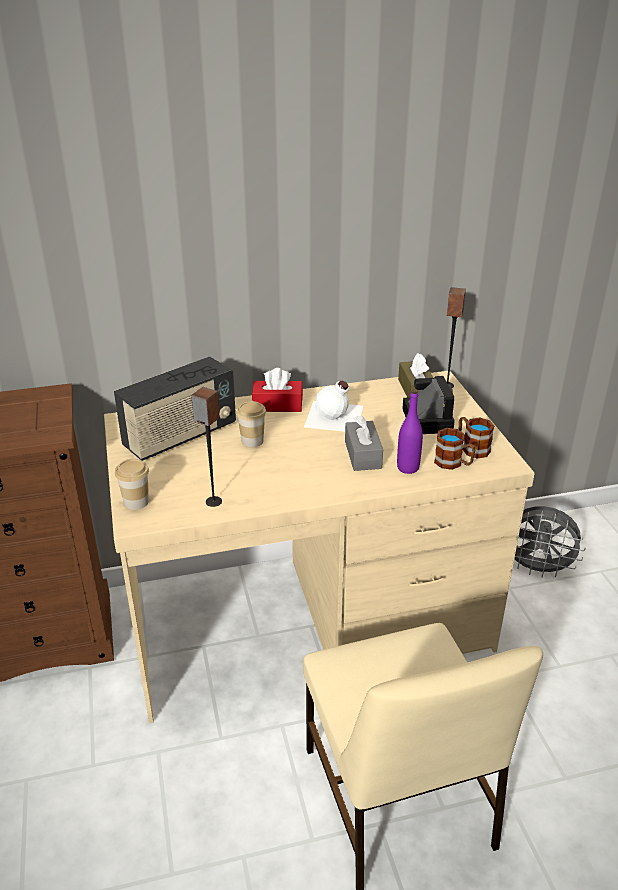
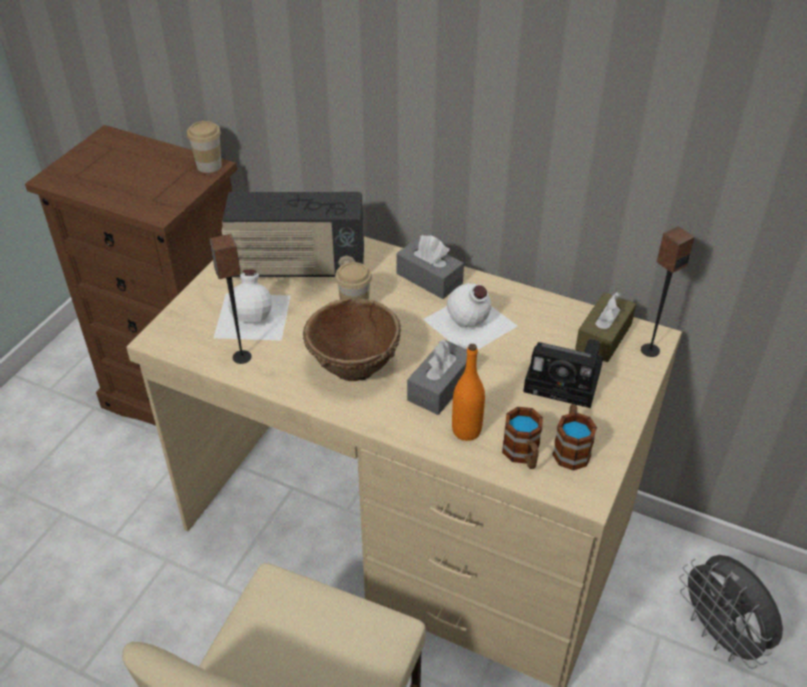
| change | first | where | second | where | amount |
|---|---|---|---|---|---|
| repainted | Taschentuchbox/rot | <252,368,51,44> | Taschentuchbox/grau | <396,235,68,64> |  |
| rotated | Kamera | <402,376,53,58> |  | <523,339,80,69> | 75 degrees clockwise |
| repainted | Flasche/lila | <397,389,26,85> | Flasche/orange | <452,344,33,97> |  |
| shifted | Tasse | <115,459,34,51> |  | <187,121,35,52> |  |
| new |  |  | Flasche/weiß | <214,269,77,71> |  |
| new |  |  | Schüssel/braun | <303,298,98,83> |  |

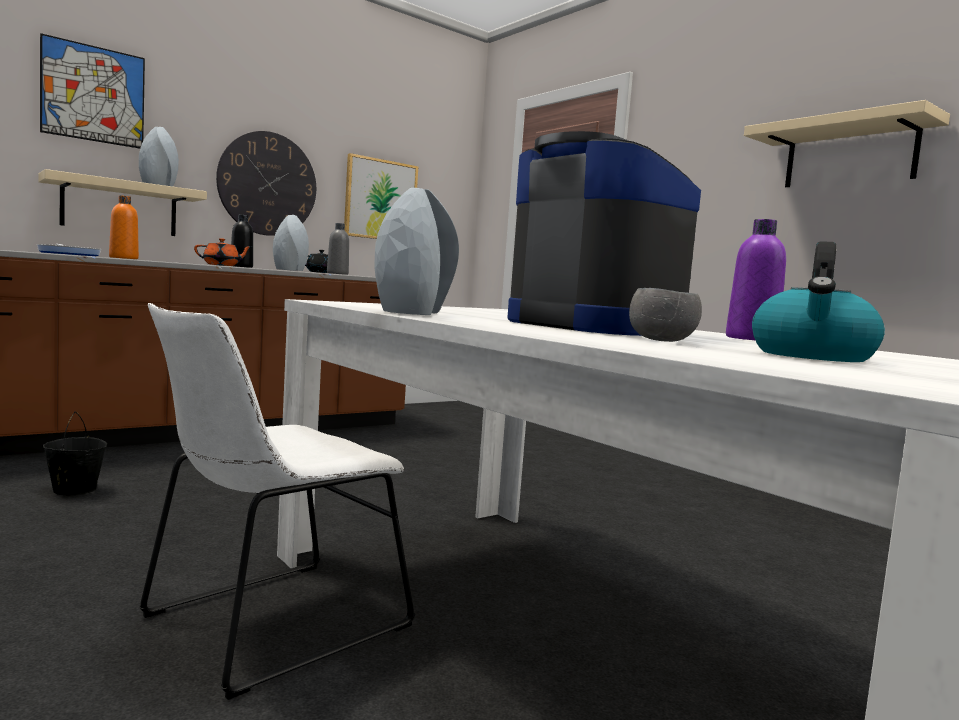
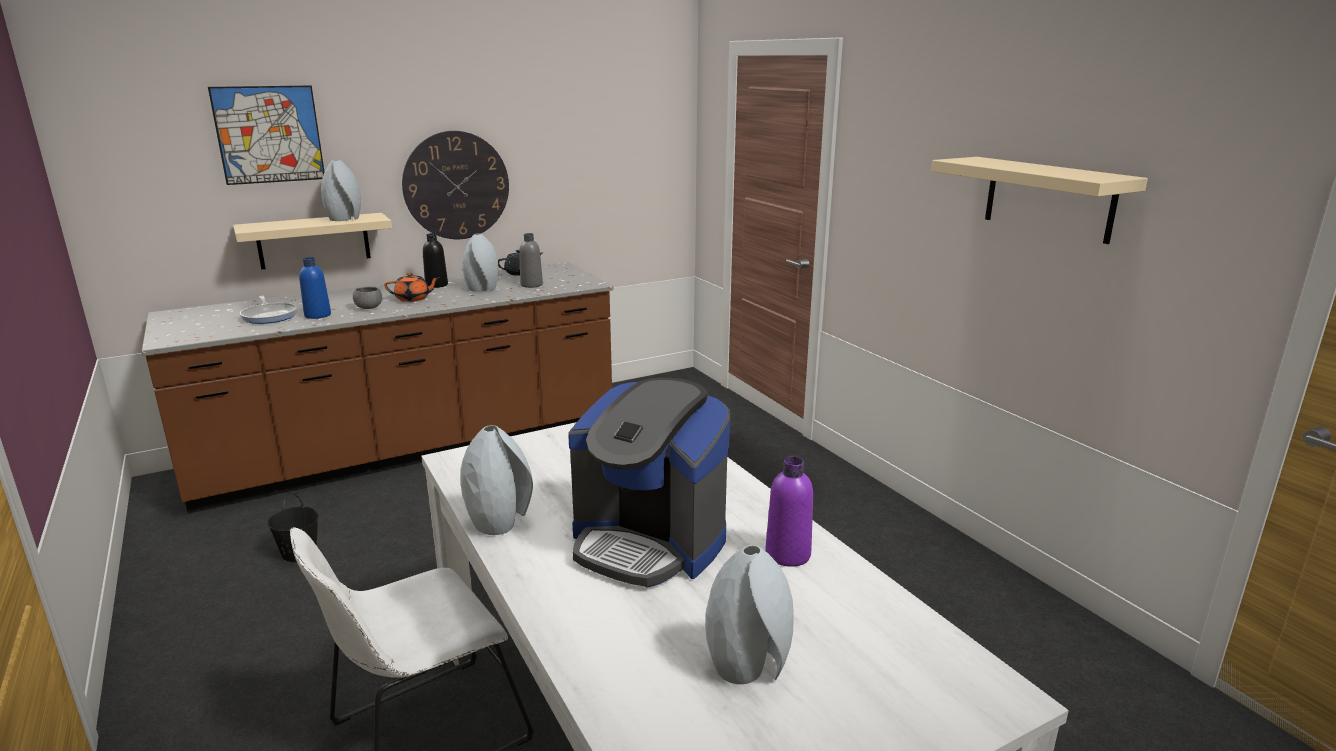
| change | first | where | second | where | amount |
|---|---|---|---|---|---|
| rotated | Kaffeemaschine | <508,131,193,205> |  | <568,378,162,210> | 150 degrees clockwise |
| gone | Bild | <344,153,74,86> |  |  |  |
| repainted | Flasche/orange | <109,195,30,64> | Flasche/blau | <299,257,32,62> |  |
| swapped | Wasserkessel | <752,241,133,121> | Vase/grau | <705,545,89,139> |  |
| shifted | Schüssel/grau | <629,288,73,54> |  | <353,287,29,22> |  |

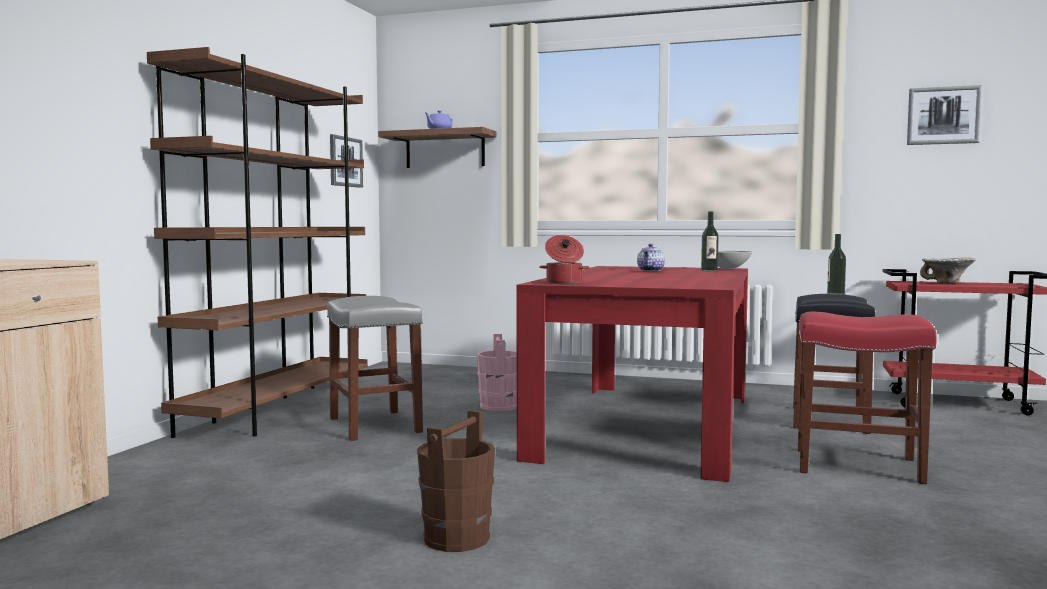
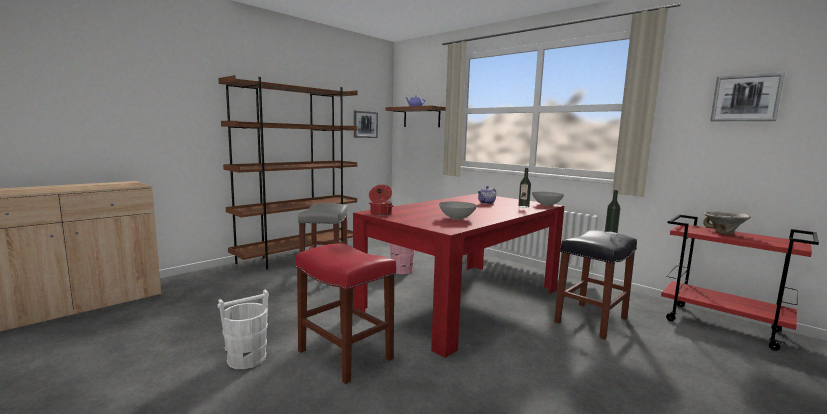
| change | first | where | second | where | amount |
|---|---|---|---|---|---|
| shifted | Hocker/rot | <798,312,139,172> |  | <295,243,101,141> |  |
| repainted | Eimer/braun | <417,410,78,142> | Eimer/weiß | <218,290,51,79> |  |
| new |  |  | Schüssel/grau | <439,201,38,19> |  |

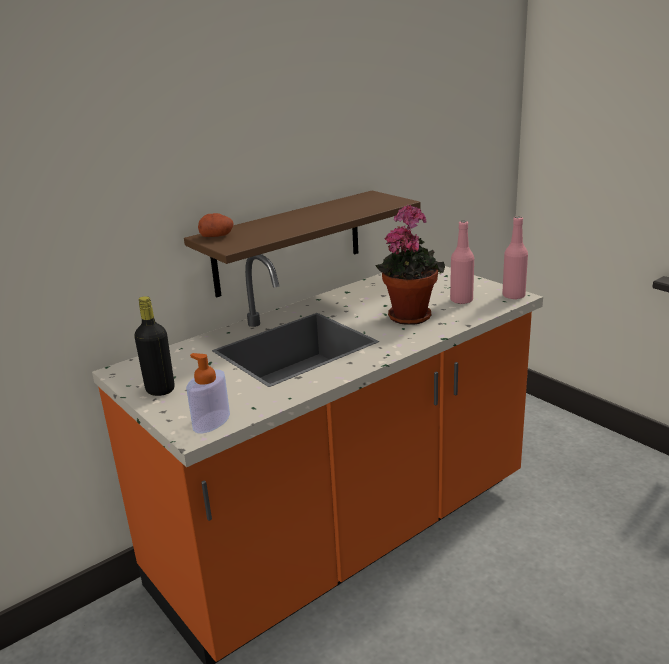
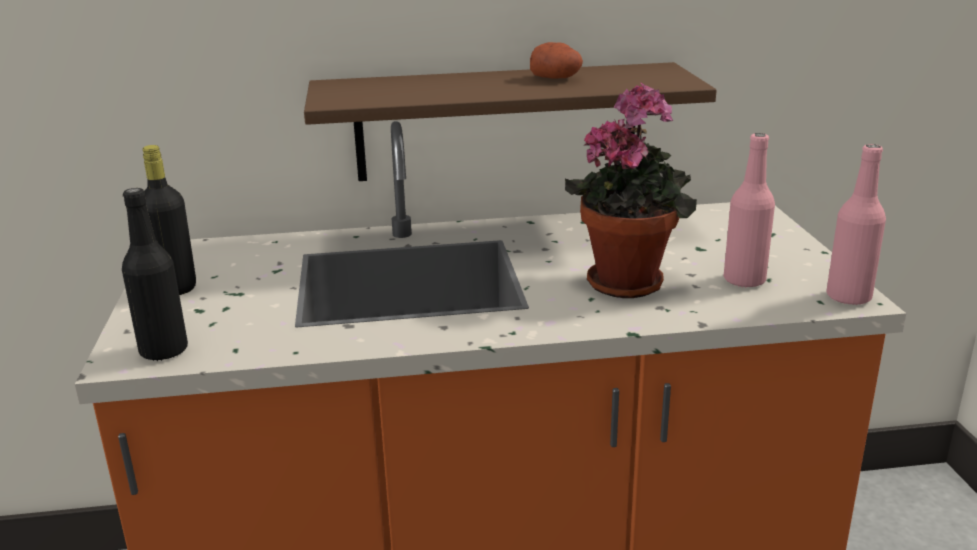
| change | first | where | second | where | amount |
|---|---|---|---|---|---|
| shifted | Kartoffel | <198,213,36,24> |  | <530,42,53,37> |  |
| swapped | Seifenspender | <186,353,44,80> | Flasche/schwarz | <122,188,66,173> |  |

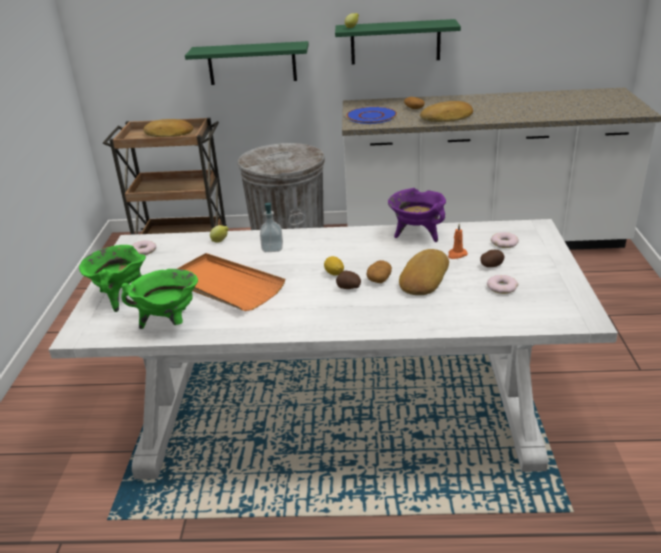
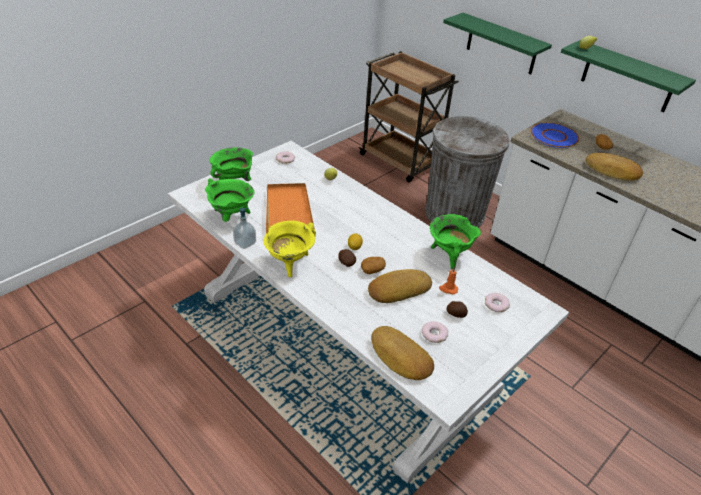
| change | first | where | second | where | amount |
|---|---|---|---|---|---|
| shifted | Brot | <144,119,49,18> |  | <371,326,63,54> |  |
| repainted | Kochtopf/lila | <388,188,58,54> | Kochtopf/grün | <430,214,51,56> |  |
| shifted | Seifenspender | <260,203,23,49> |  | <233,208,23,41> |  |
| new |  |  | Kochtopf/gelb | <263,220,53,58> |  |

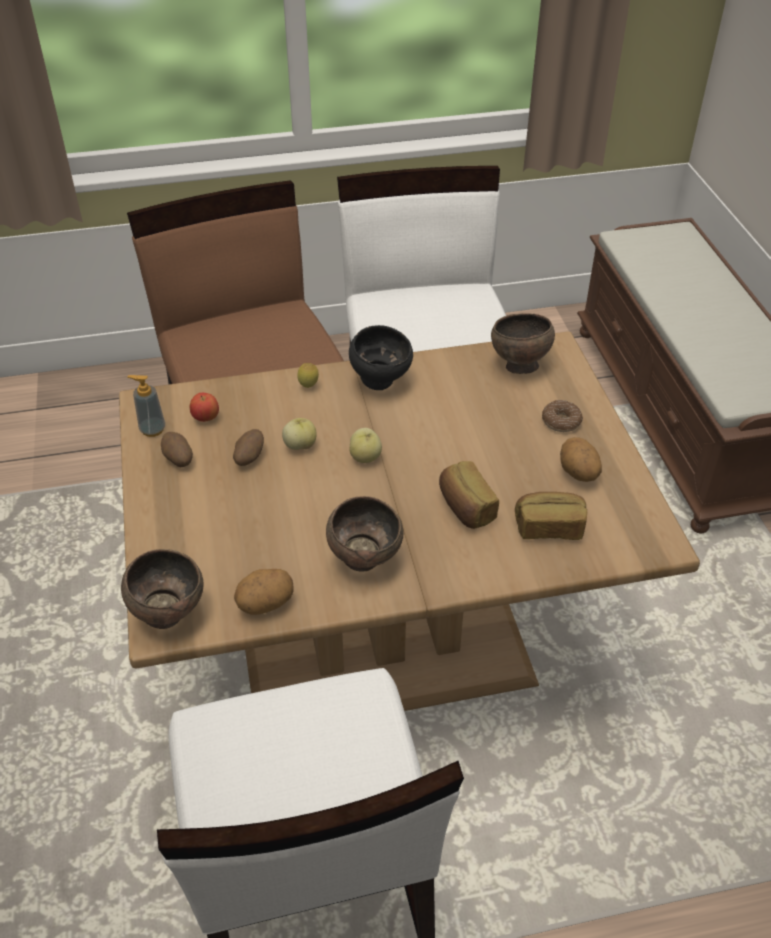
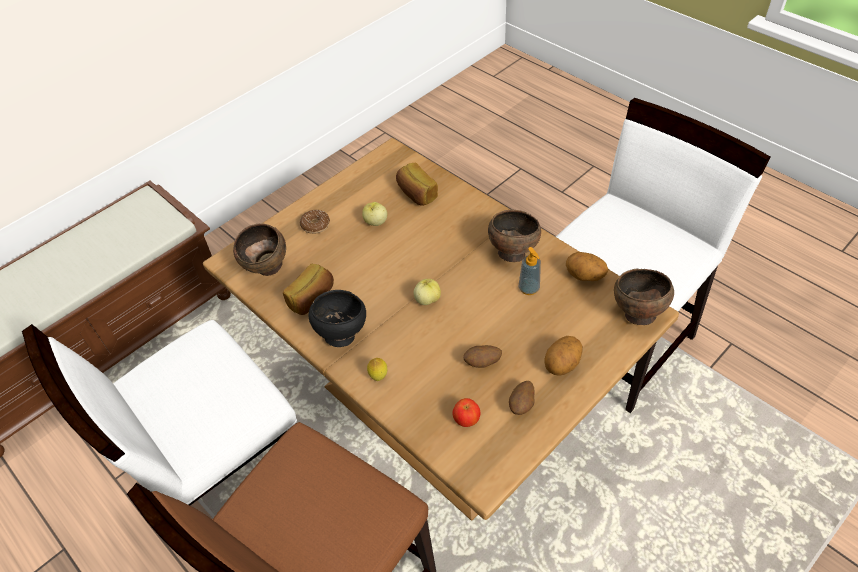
| change | first | where | second | where | amount |
|---|---|---|---|---|---|
| shifted | Seifenspender | <127,375,38,62> |  | <519,247,22,48> |  |
| shifted | Apfel | <282,418,35,32> |  | <362,202,25,24> |  |
| shifted | Kartoffel | <560,437,42,45> |  | <544,336,39,40> |  |
| shifted | Brot | <439,461,60,68> |  | <283,264,51,51> |  |

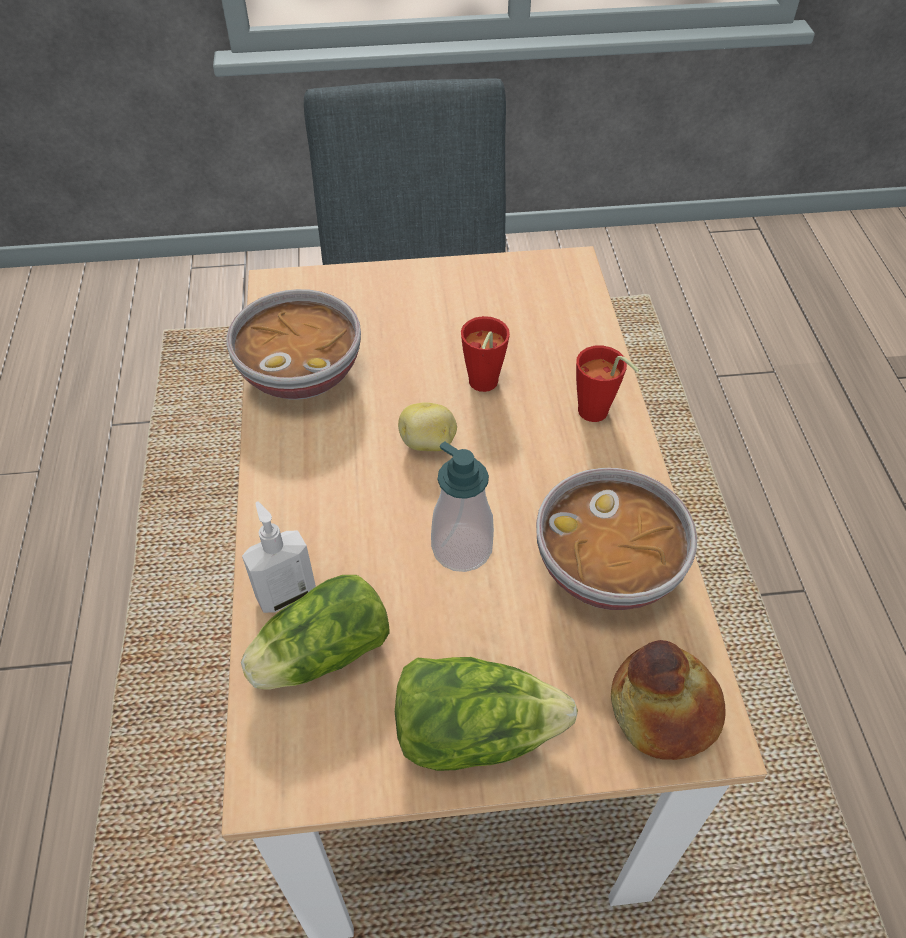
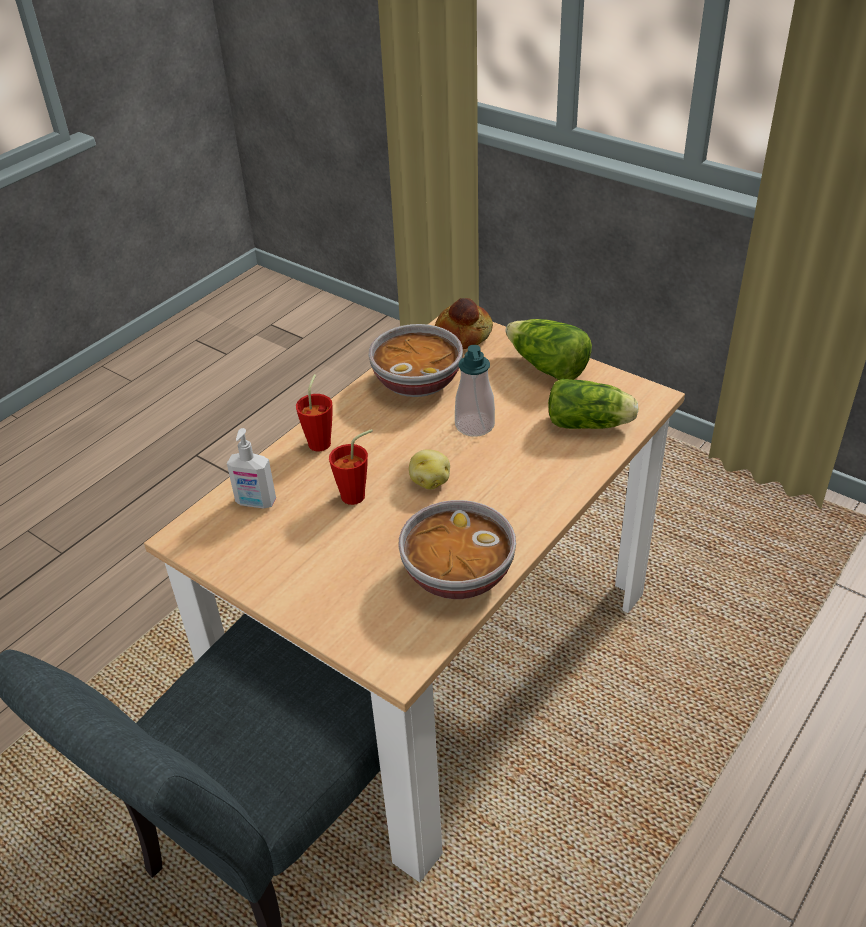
| change | first | where | second | where | amount |
|---|---|---|---|---|---|
| shifted | Seifenspender | <242,501,74,112> |  | <227,428,49,80> |  |

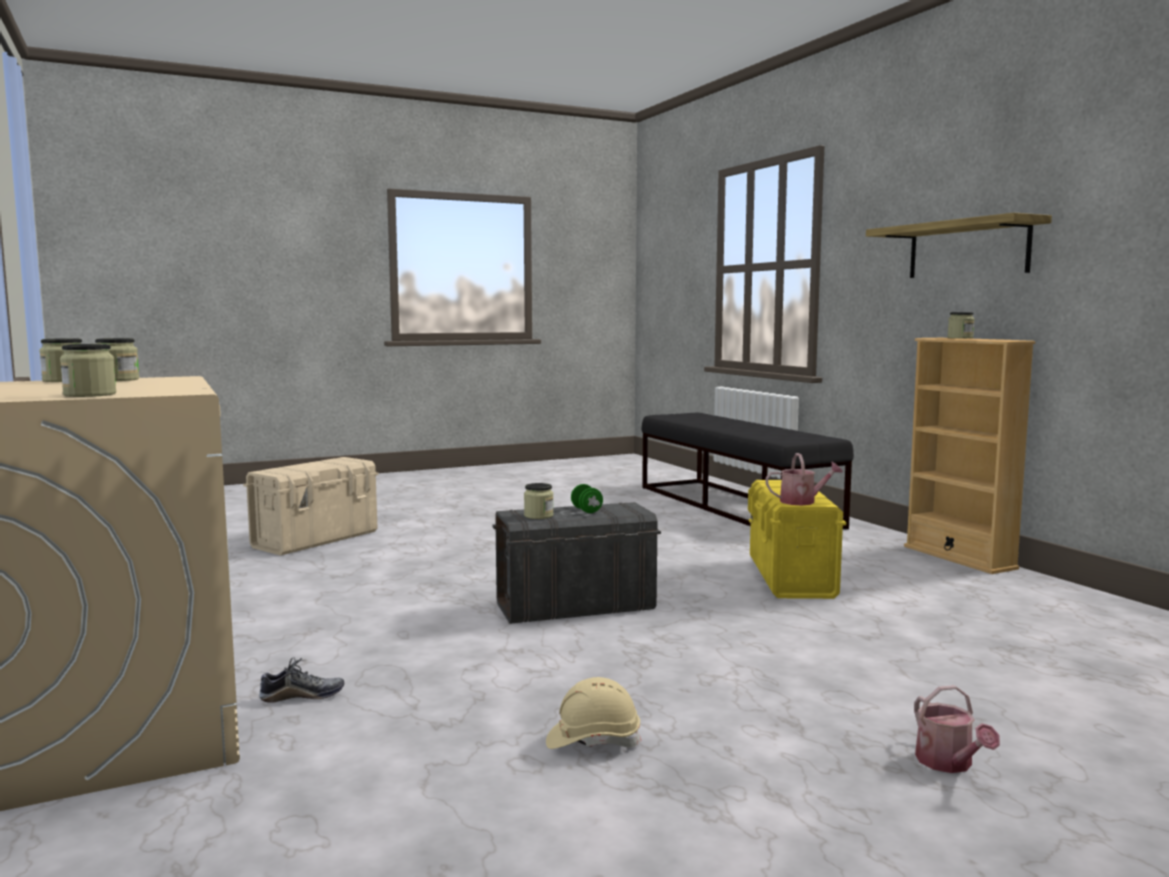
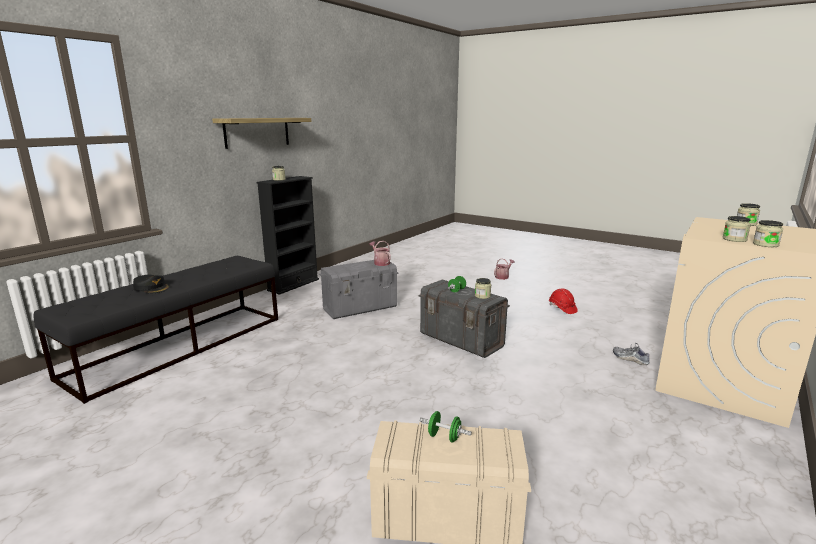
| change | first | where | second | where | amount |
|---|---|---|---|---|---|
| repainted | Bücherregal/beige | <904,338,131,236> | Bücherregal/schwarz | <257,176,62,119> |  |
| repainted | Aufbewahrungsbox/gelb | <748,480,98,119> | Aufbewahrungsbox/grau | <319,260,80,59> |  |
| repainted | Schutzhelm/beige | <546,677,95,72> | Schutzhelm/rot | <549,288,29,26> |  |
| new |  |  | Kappe/schwarz | <133,275,36,18> |  |
| new |  |  | Hantel/grün | <419,411,53,32> |  |

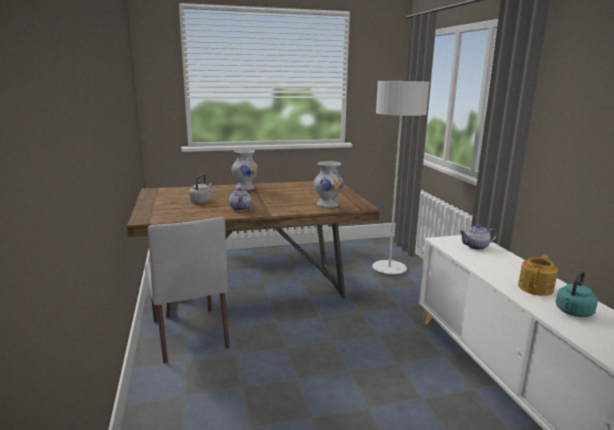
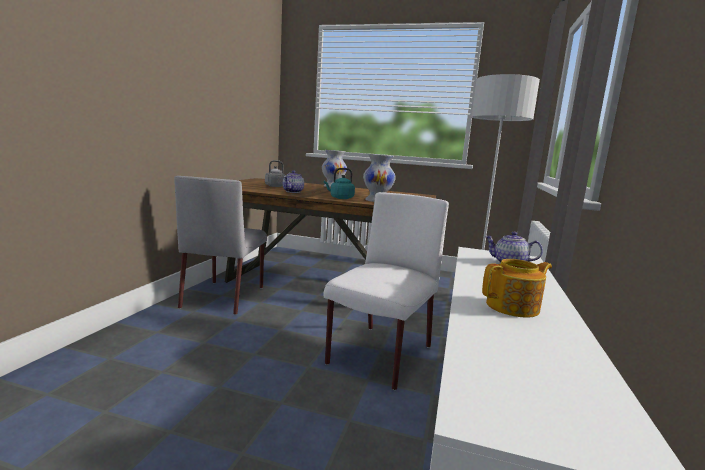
| change | first | where | second | where | amount |
|---|---|---|---|---|---|
| shifted | Wasserkessel/türkis | <556,270,42,47> |  | <324,168,31,31> |  |
| new |  |  | Stuhl/weiß | <324,192,125,198> |  |

